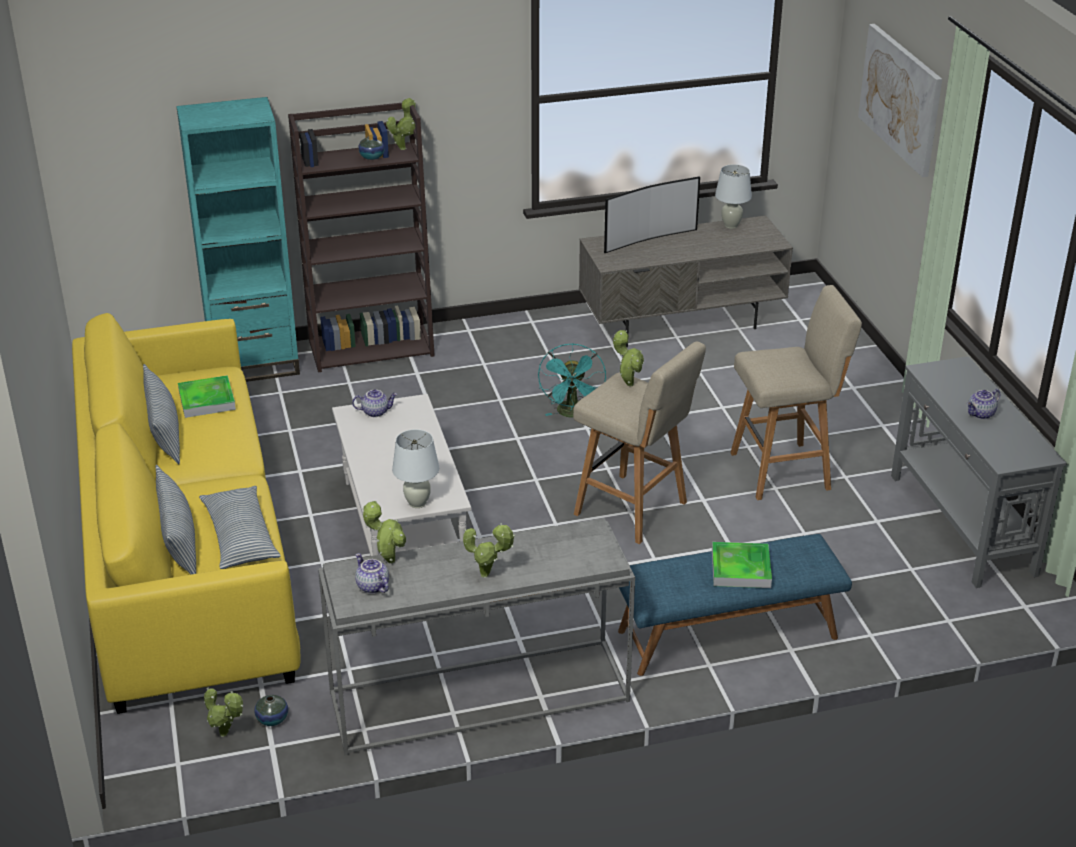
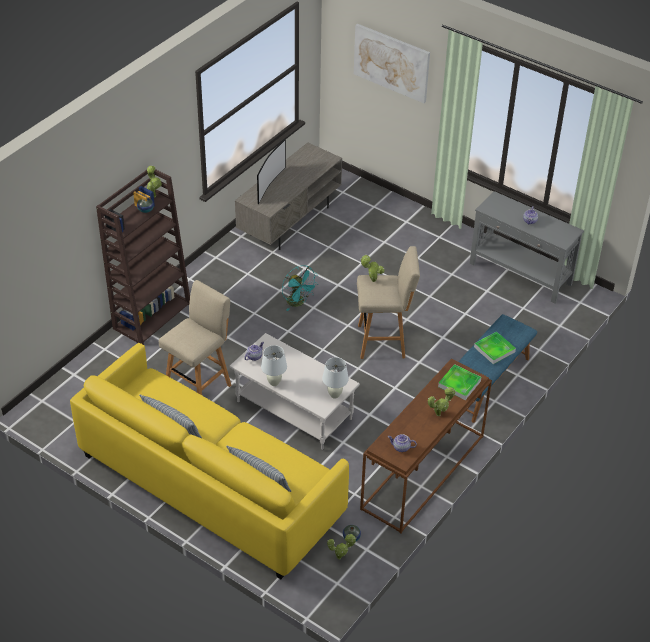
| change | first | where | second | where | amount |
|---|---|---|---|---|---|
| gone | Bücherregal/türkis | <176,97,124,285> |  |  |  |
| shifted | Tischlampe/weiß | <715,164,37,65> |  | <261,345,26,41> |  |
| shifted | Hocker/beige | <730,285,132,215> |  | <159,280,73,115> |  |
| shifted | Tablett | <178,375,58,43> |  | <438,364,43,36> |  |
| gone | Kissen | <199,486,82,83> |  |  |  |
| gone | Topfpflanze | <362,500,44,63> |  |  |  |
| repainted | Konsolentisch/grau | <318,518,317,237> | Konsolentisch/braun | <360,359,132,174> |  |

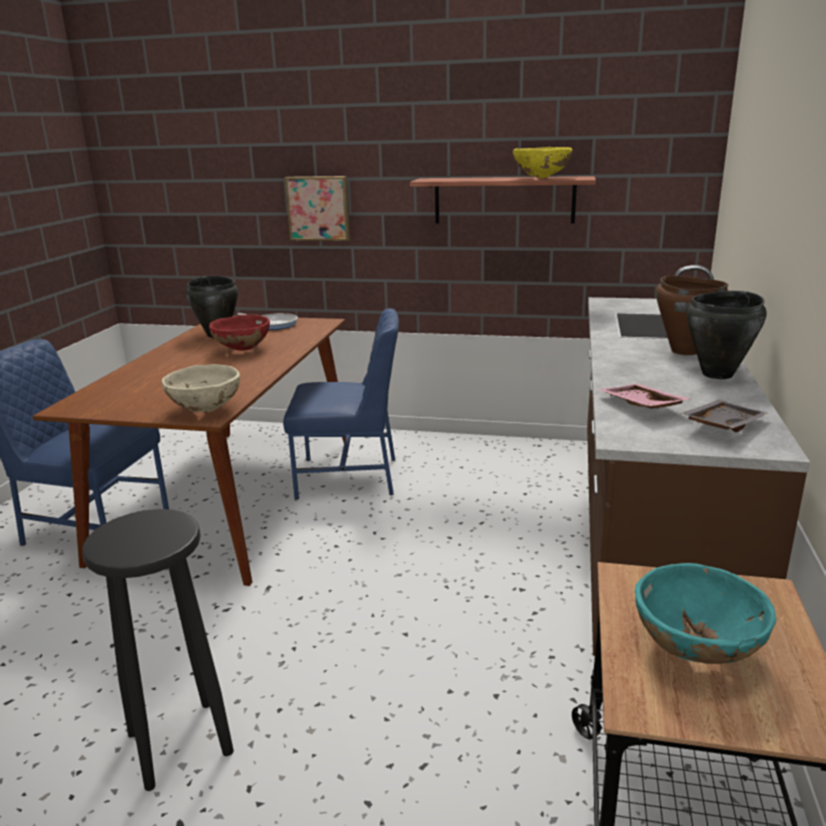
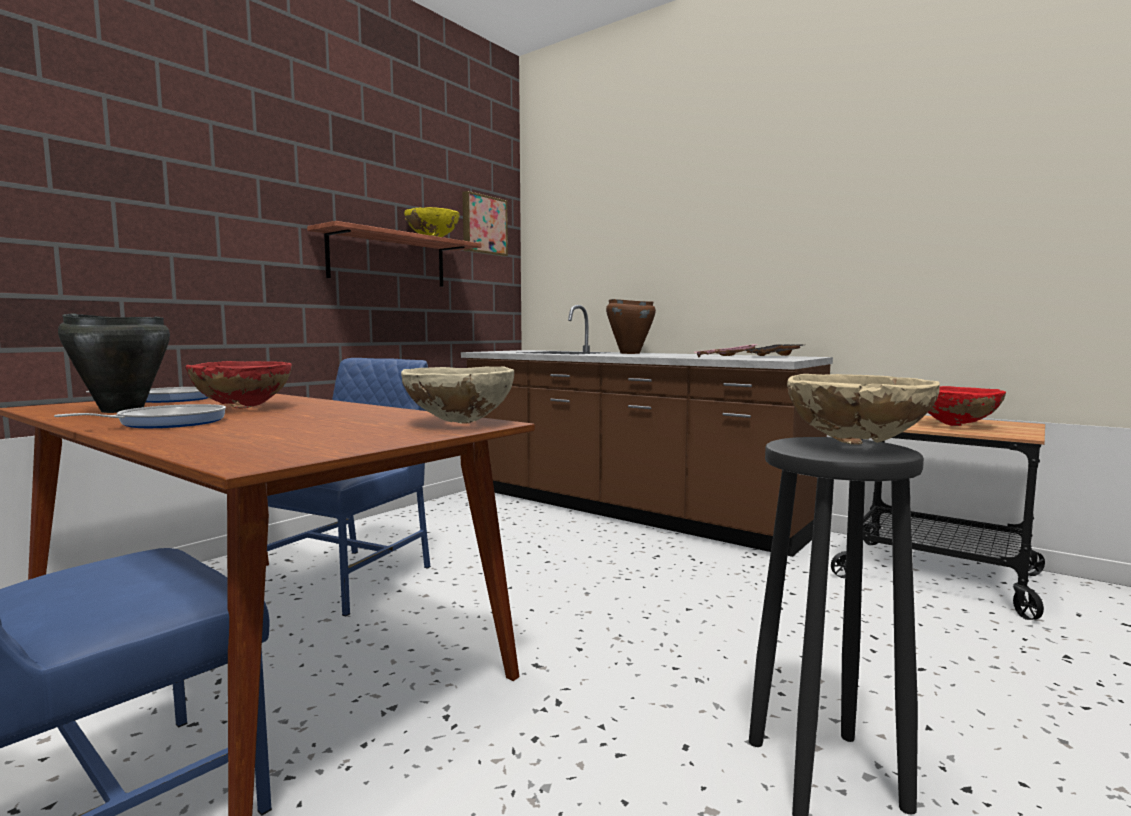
| change | first | where | second | where | amount |
|---|---|---|---|---|---|
| shifted | Bild | <285,176,65,65> |  | <463,191,45,65> |  |
| gone | Kochtopf/schwarz | <687,291,80,88> |  |  |  |
| repainted | Schüssel/türkis | <635,563,141,101> | Schüssel/rot | <928,386,78,40> |  |
| new |  |  | Schüssel/beige | <787,374,153,71> |  |
| new |  |  | Pfanne | <54,404,172,24> |  |

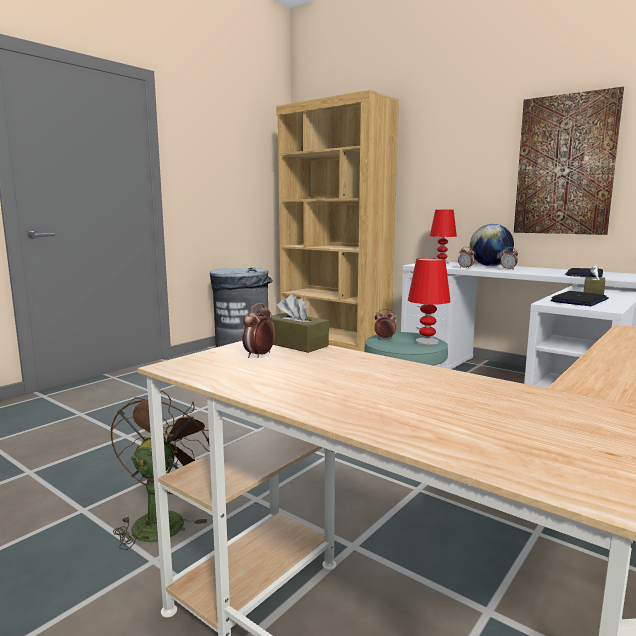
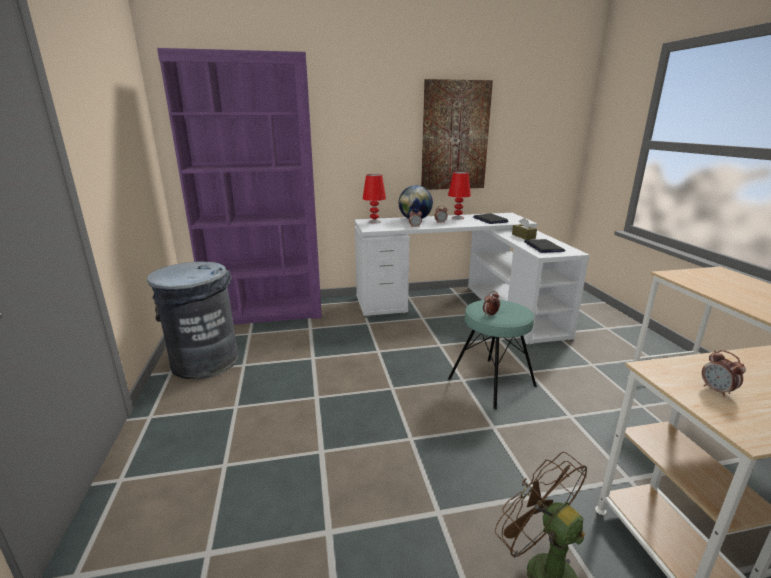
| change | first | where | second | where | amount |
|---|---|---|---|---|---|
| repainted | Bücherregal/braun | <276,90,123,262> | Bücherregal/lila | <157,48,165,277> |  |
| shifted | Tischlampe/rot | <408,258,43,87> |  | <448,172,23,47> |  |
| gone | Taschentuchbox/braun | <271,294,58,59> |  |  |  |

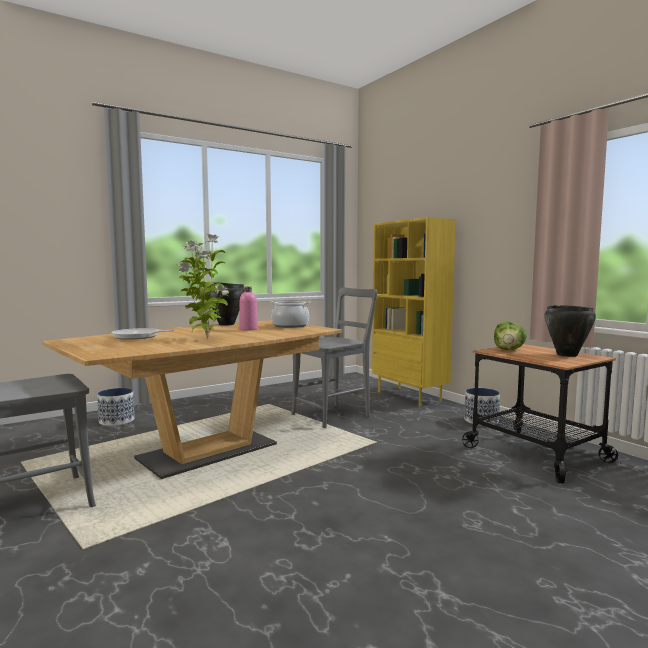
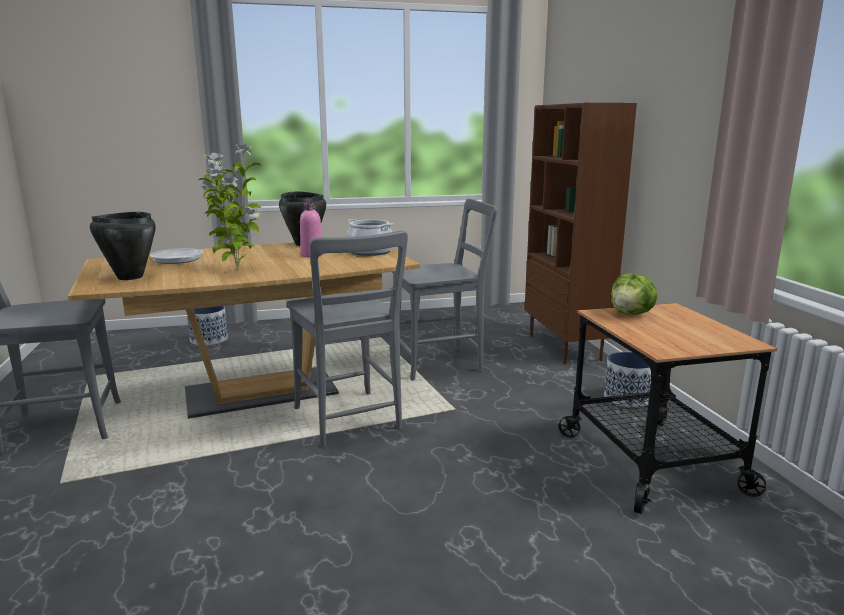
| change | first | where | second | where | amount |
|---|---|---|---|---|---|
| repainted | Bücherregal/gelb | <372,217,84,189> | Bücherregal/braun | <524,103,113,261> |  |
| shifted | Kochtopf/schwarz | <545,305,51,52> |  | <90,211,65,69> |  |
| new |  |  | Stuhl/grau | <286,231,122,216> |  |

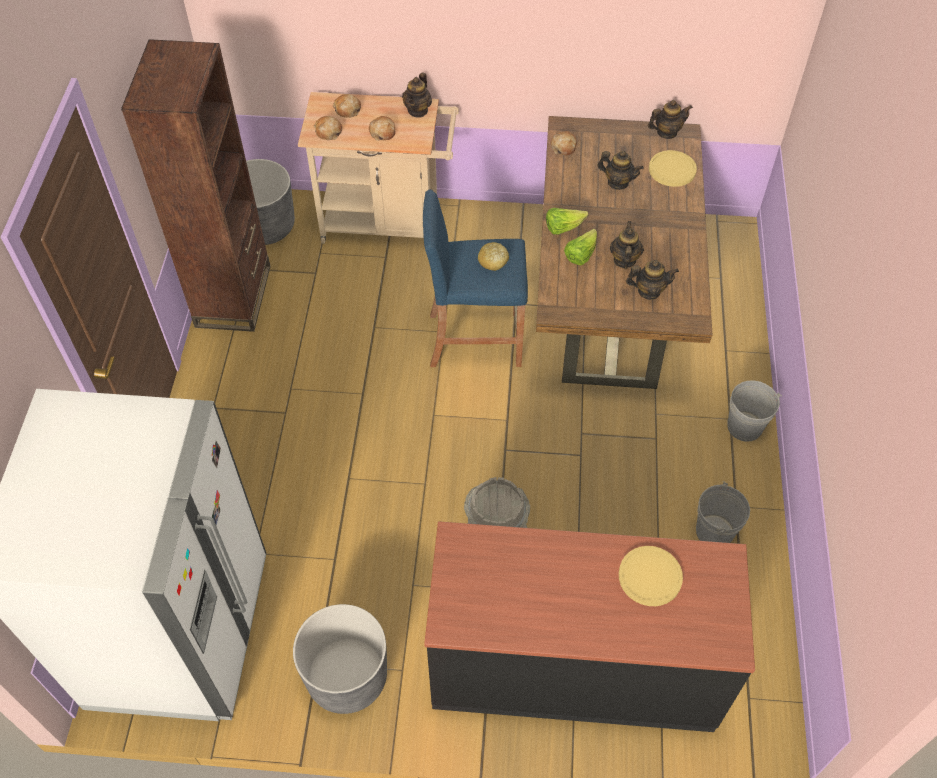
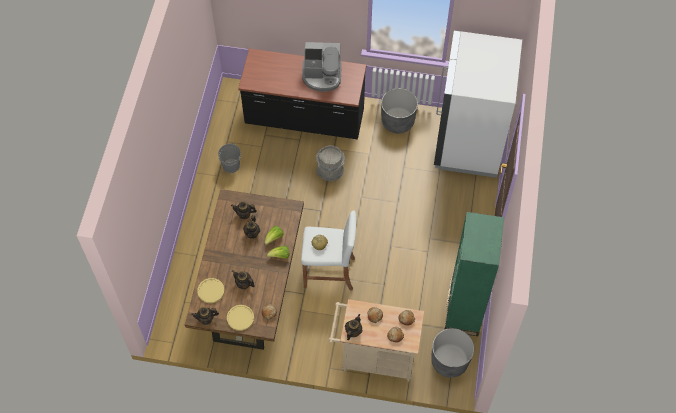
| change | first | where | second | where | amount |
|---|---|---|---|---|---|
| repainted | Bücherregal/braun | <121,39,149,293> | Bücherregal/grün | <444,212,60,124> |  |
| repainted | Hocker/blau | <423,189,105,178> | Hocker/weiß | <301,210,55,80> |  |
| gone | Eimer/grau | <727,380,55,62> |  |  |  |
| shifted | Teller/gelb | <619,546,64,60> |  | <227,305,27,26> |  |
| new |  |  | Kaffeemaschine | <302,42,40,50> |  |

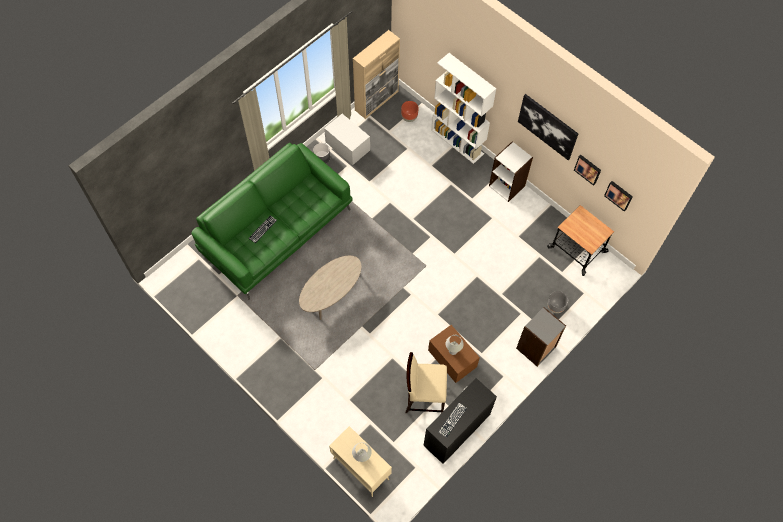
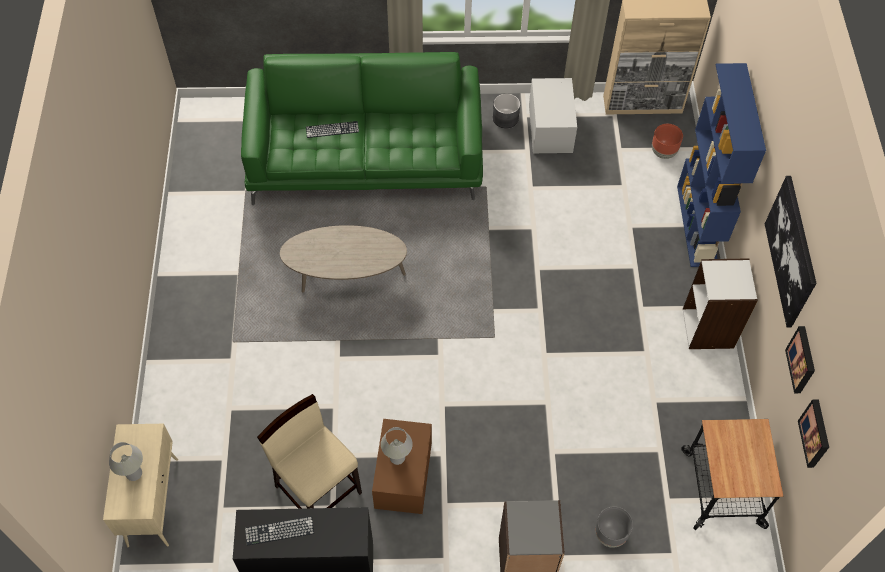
| change | first | where | second | where | amount |
|---|---|---|---|---|---|
| repainted | Bücherregal/weiß | <431,53,65,111> | Bücherregal/blau | <677,63,89,204> |  |

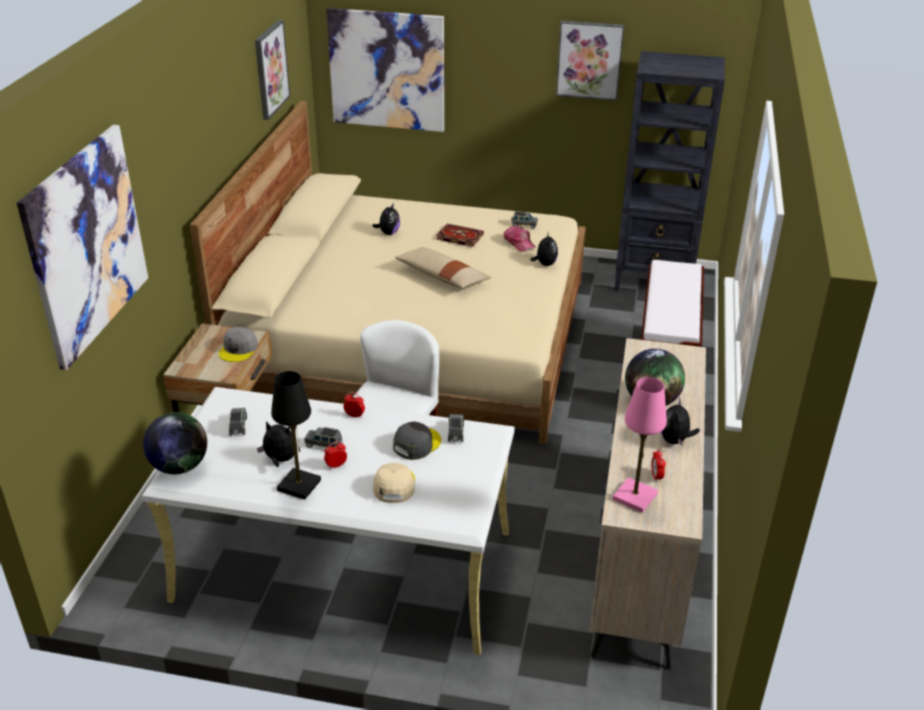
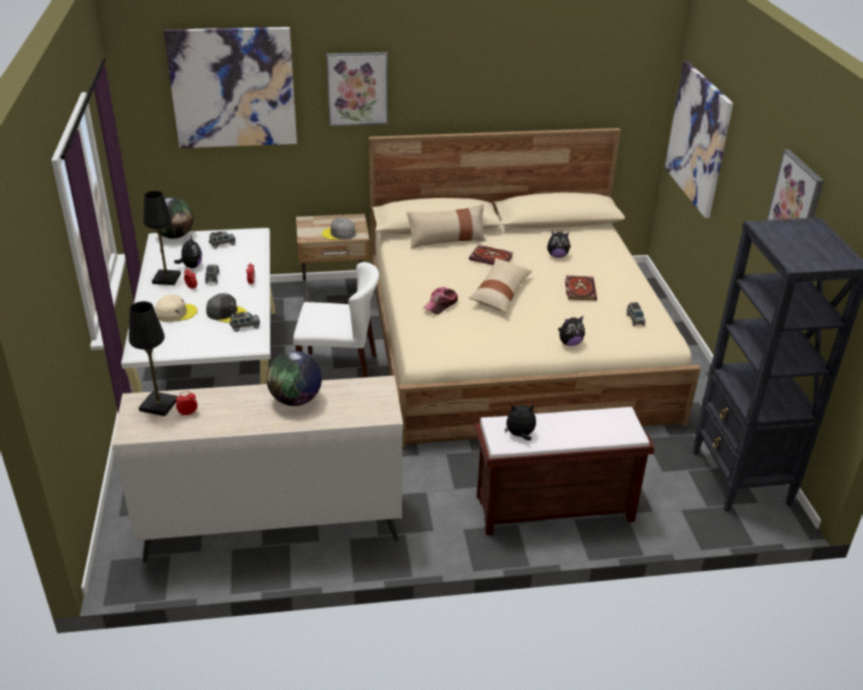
| change | first | where | second | where | amount |
|---|---|---|---|---|---|
| shifted | Bild | <255,20,35,100> |  | <326,52,62,74> |  |
| shifted | Kappe | <504,225,32,27> |  | <423,287,35,27> |  |
| repainted | Tischlampe/rosa | <612,377,55,136> | Tischlampe/schwarz | <129,301,48,115> |  |
| shifted | Plüschtier | <661,397,39,49> |  | <505,404,31,37> |  |
| new |  |  | Kissen/beige | <407,204,79,45> |  |
| new |  |  | Buch | <469,245,44,20> |  |

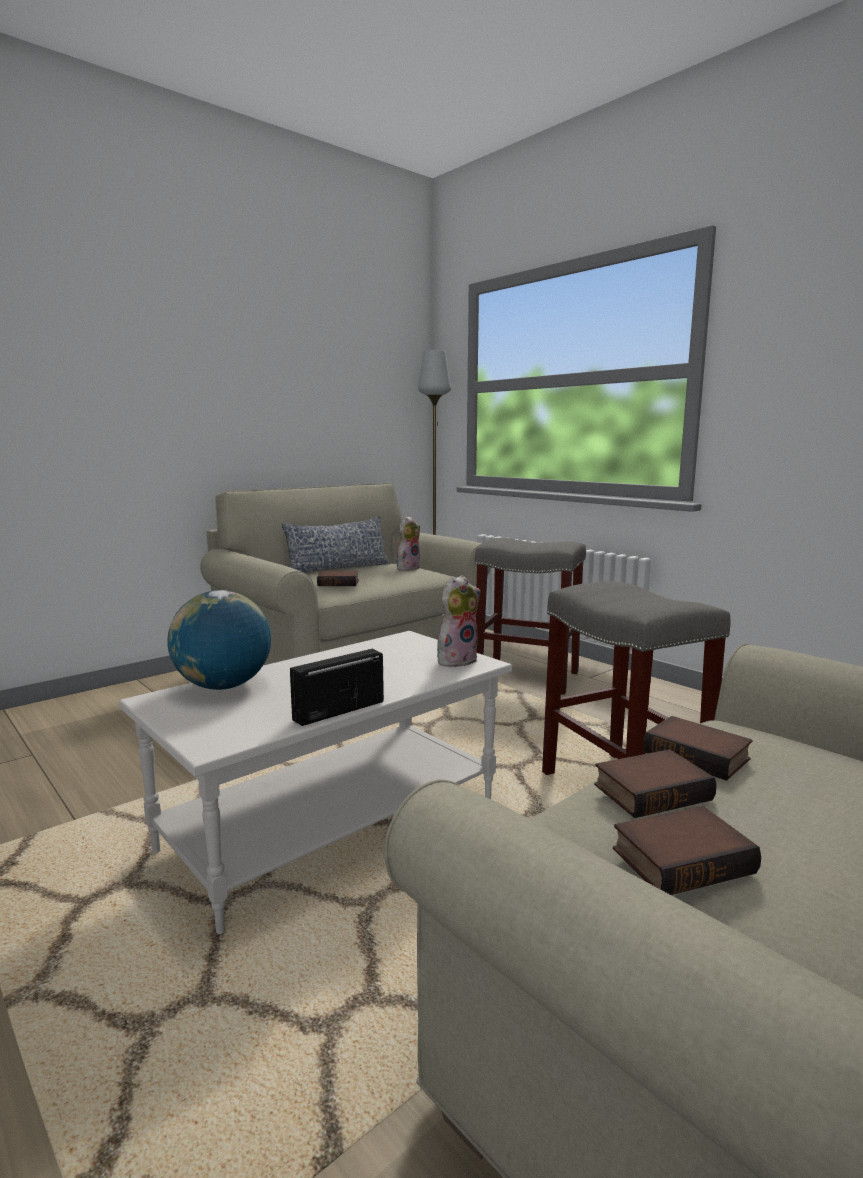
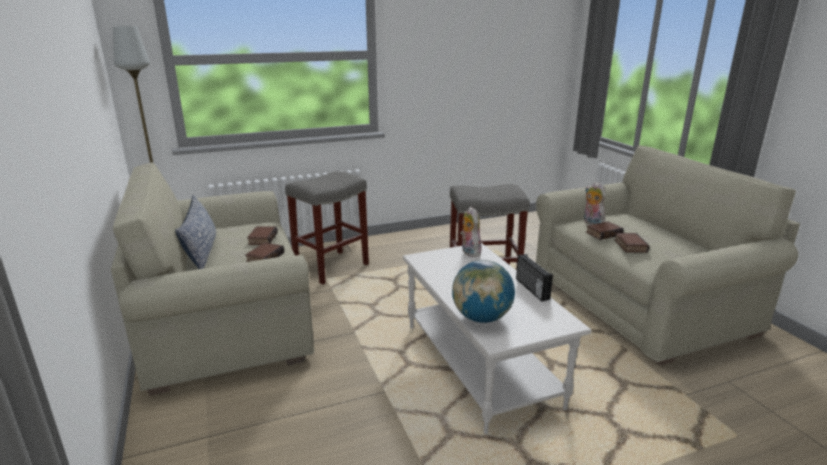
| change | first | where | second | where | amount |
|---|---|---|---|---|---|
| shifted | Plüschtier | <397,516,23,55> |  | <584,182,22,43> |  |
| shifted | Buch | <613,806,148,89> |  | <247,226,31,19> |  |

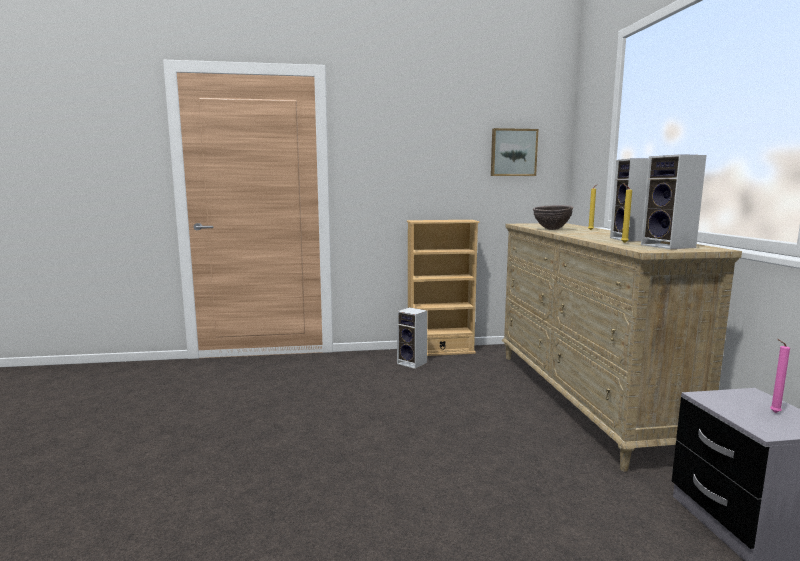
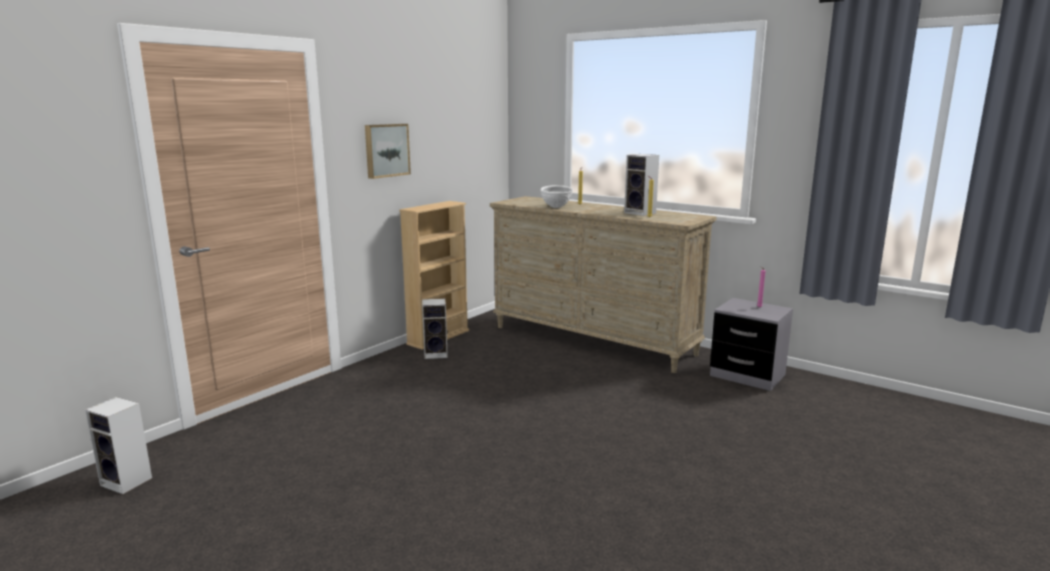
| change | first | where | second | where | amount |
|---|---|---|---|---|---|
| shifted | Bild | <491,128,47,48> |  | <365,124,46,55> |  |
| shifted | Lautsprecher | <641,154,66,95> |  | <85,397,67,97> |  |
| repainted | Schüssel/braun | <533,205,40,25> | Schüssel/weiß | <540,185,33,23> |  |

